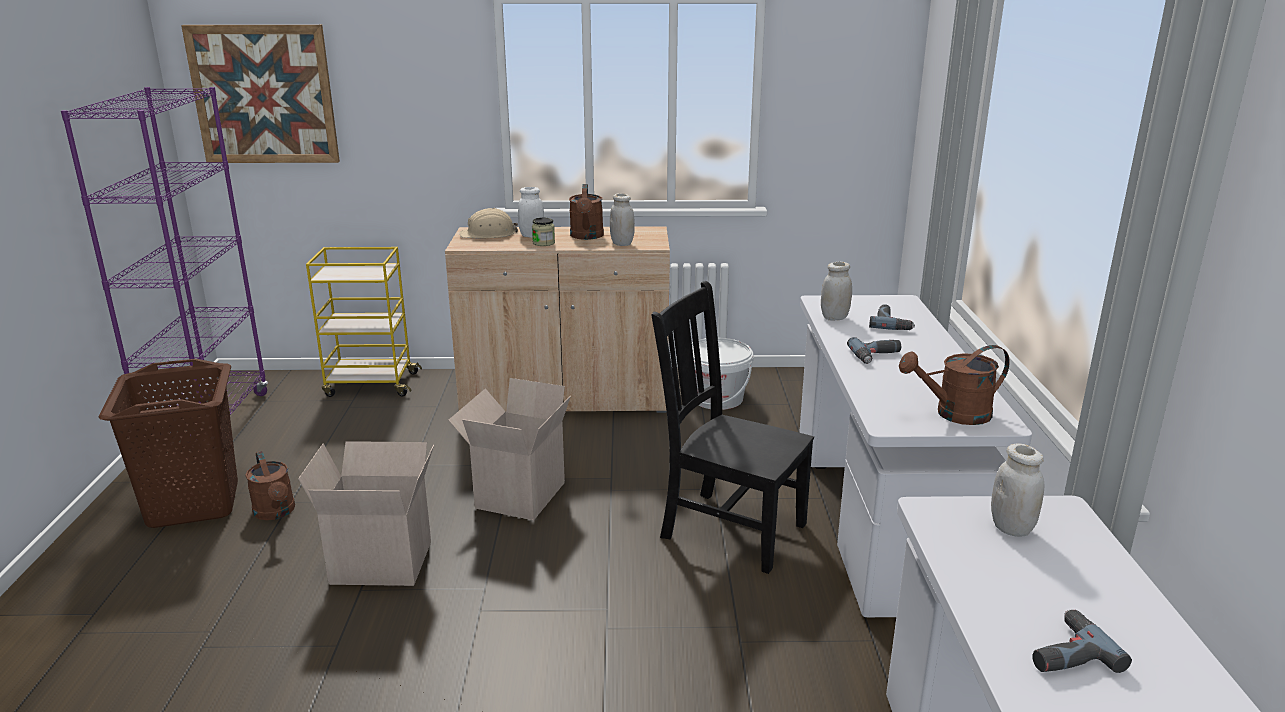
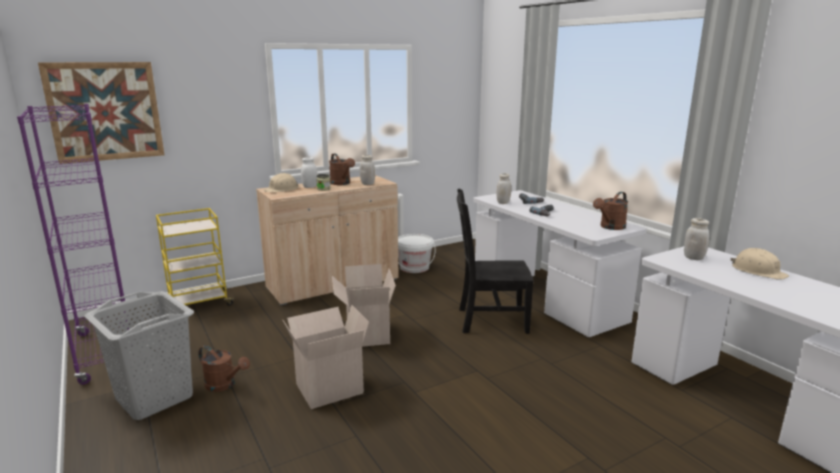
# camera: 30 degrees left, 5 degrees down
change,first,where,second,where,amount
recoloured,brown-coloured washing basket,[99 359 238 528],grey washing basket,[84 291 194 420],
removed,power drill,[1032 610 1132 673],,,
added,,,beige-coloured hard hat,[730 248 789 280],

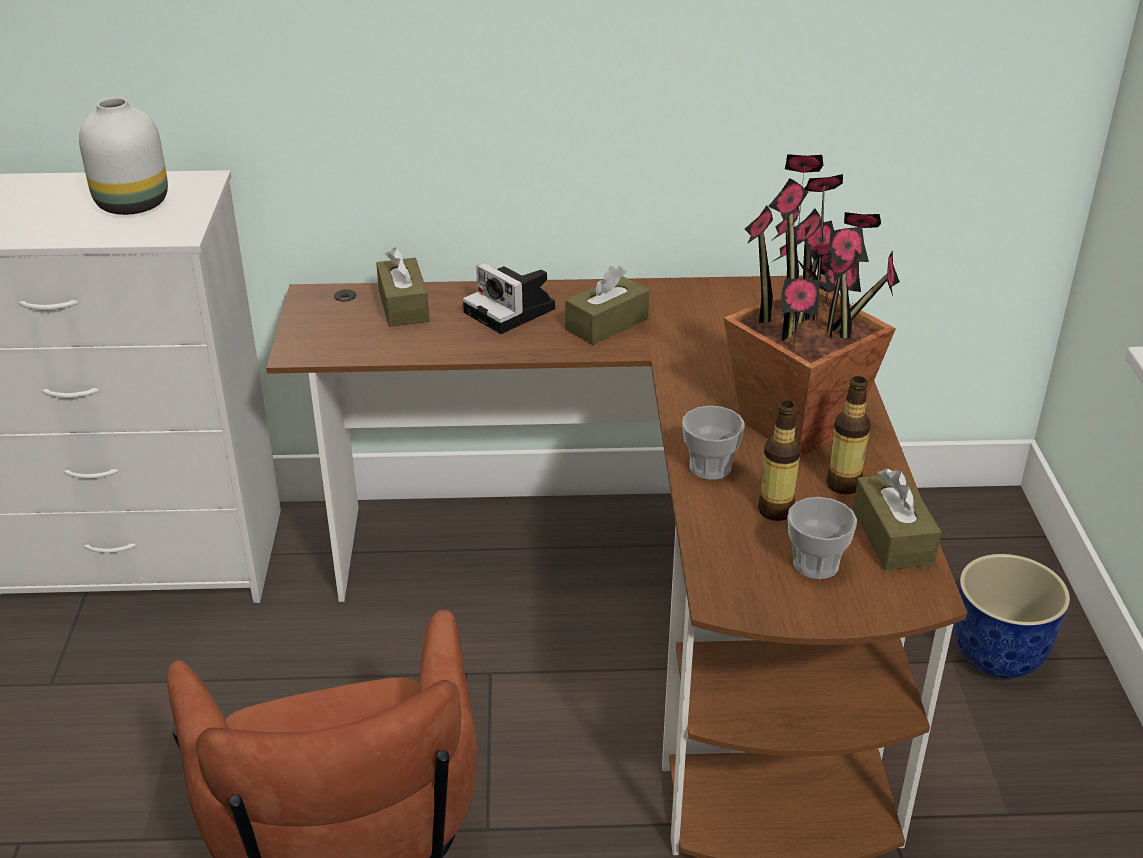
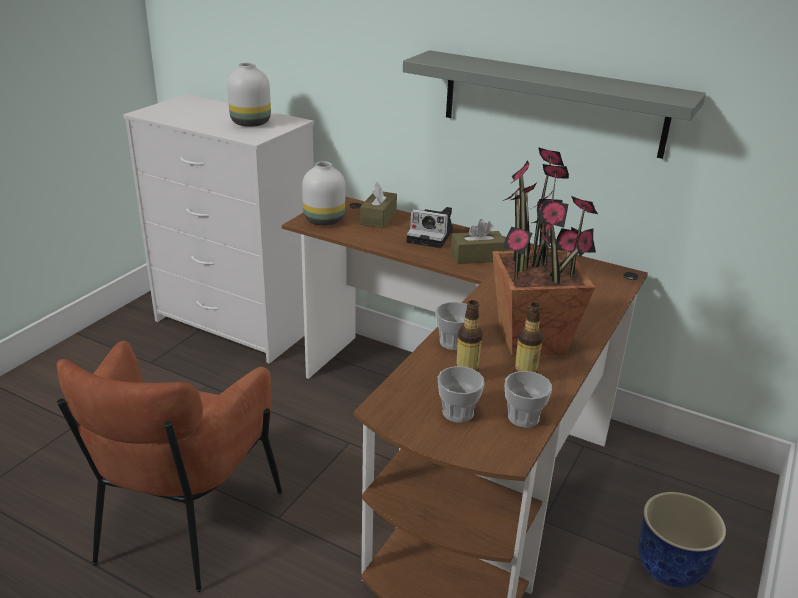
# camera: 30 degrees right, 5 degrees down
change,first,where,second,where,amount
turned,still camera,[463 263 555 334],,[407 207 453 248],60 degrees counterclockwise
replaced,brown-coloured tissue box,[853 469 941 570],cup,[505 371 552 428],
added,,,grey wall shelf,[403 50 706 159],
added,,,white vase,[302 161 345 226],

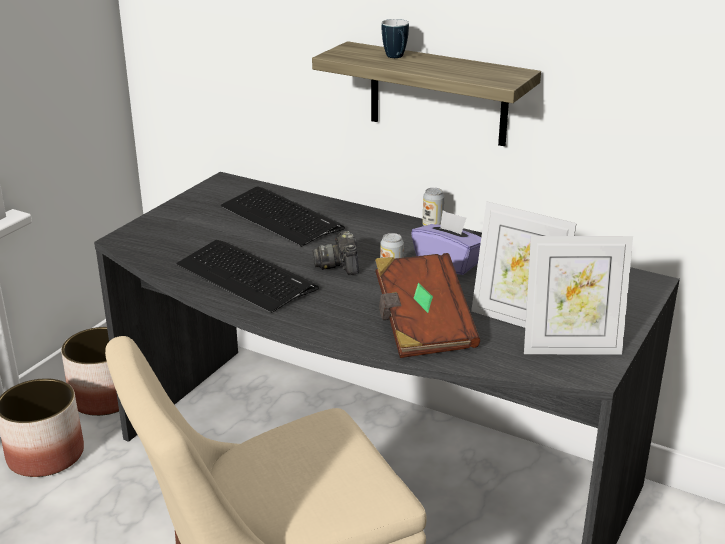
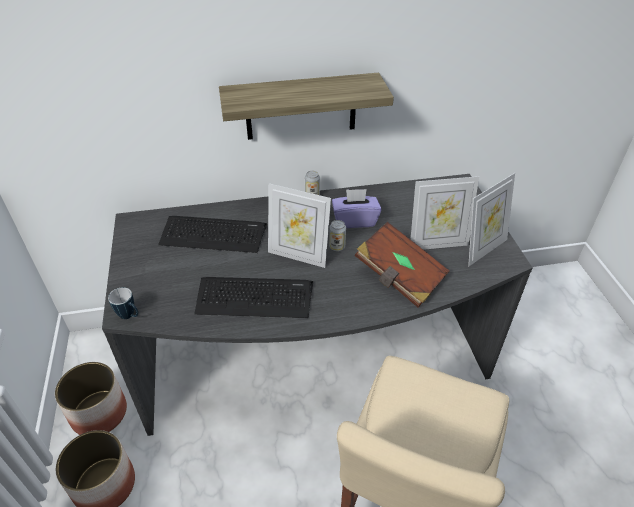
# camera: 40 degrees left, 15 degrees up
change,first,where,second,where,amount
moved,coffee mug,[382 19 409 58],,[108 287 138 319],
replaced,still camera,[313 231 359 275],picture frame,[268 183 331 268],

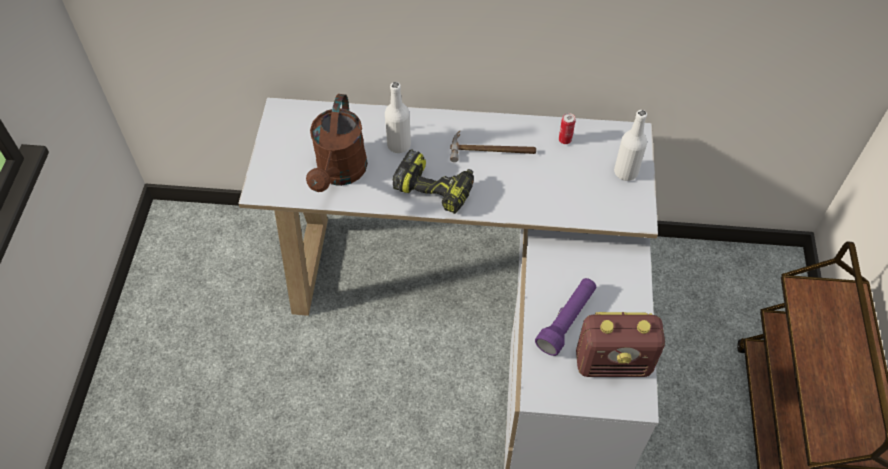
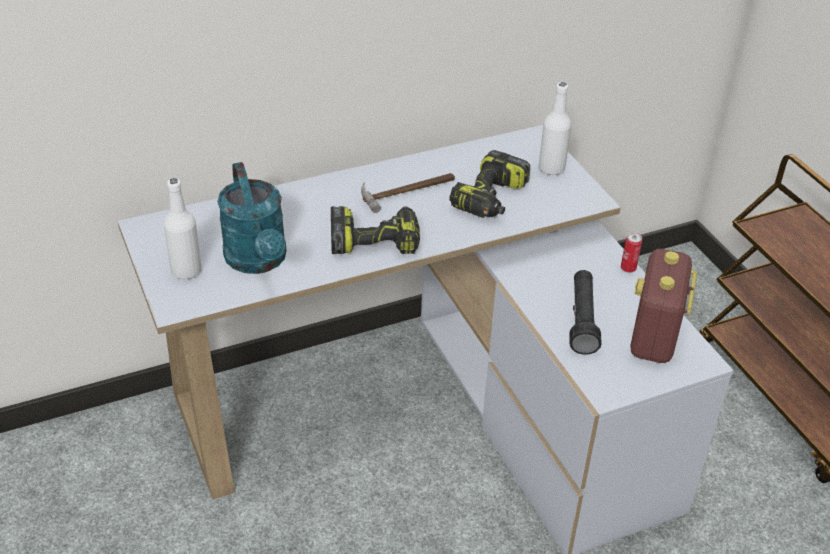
# camera: 30 degrees left, 15 degrees down
change,first,where,second,where,amount
moved,white drink bottle,[385 82 411 153],,[164 178 202 280],
recoloured,brown-coloured watering can,[306 94 368 192],turquoise-coloured watering can,[217 162 286 274],
moved,can,[559 113 576 144],,[621 233 642 273],
recoloured,purple flashlight,[535 278 596 356],black flashlight,[569 270 602 355],
turned,radio,[576 312 665 377],,[630 249 697 363],135 degrees clockwise
added,,,power drill,[449 150 530 218],

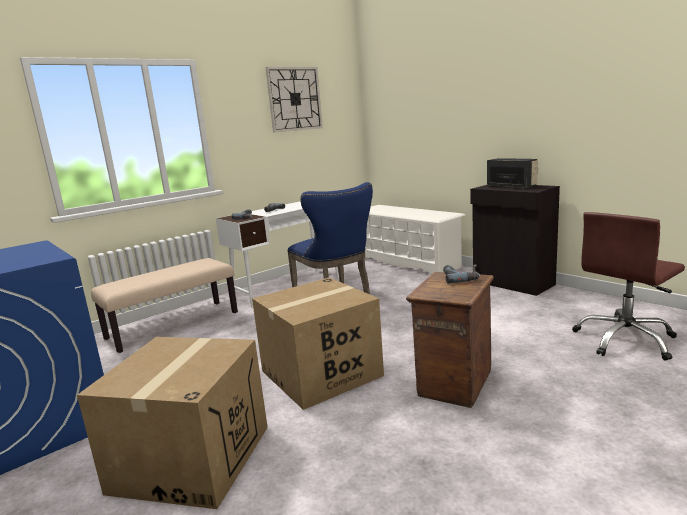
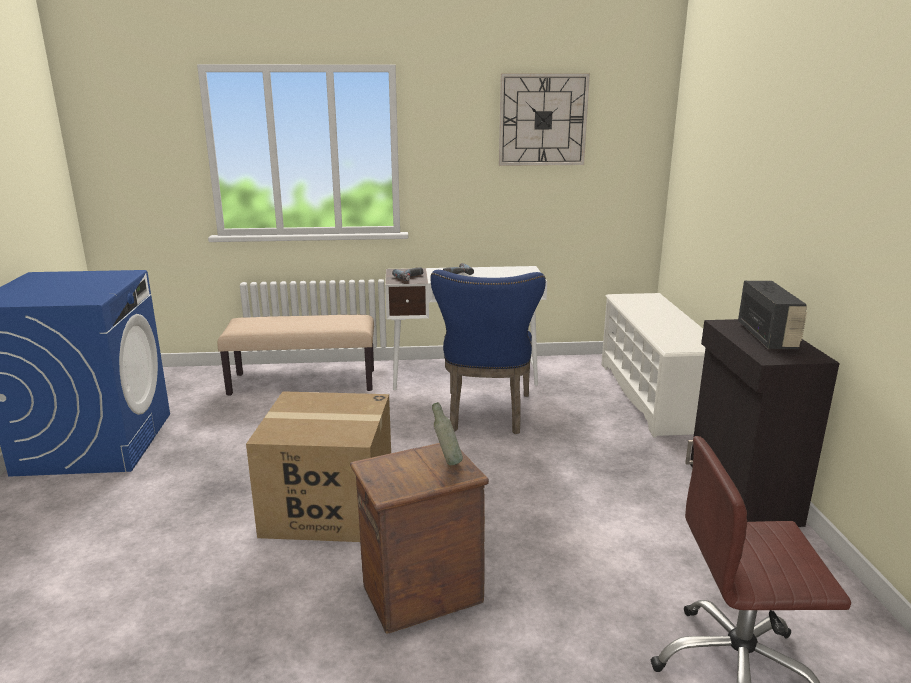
# camera: 35 degrees right, 5 degrees up
change,first,where,second,where,amount
replaced,power drill,[443 265 480 283],grey drink bottle,[432 402 463 465],
removed,packing box,[77 337 268 509],,,

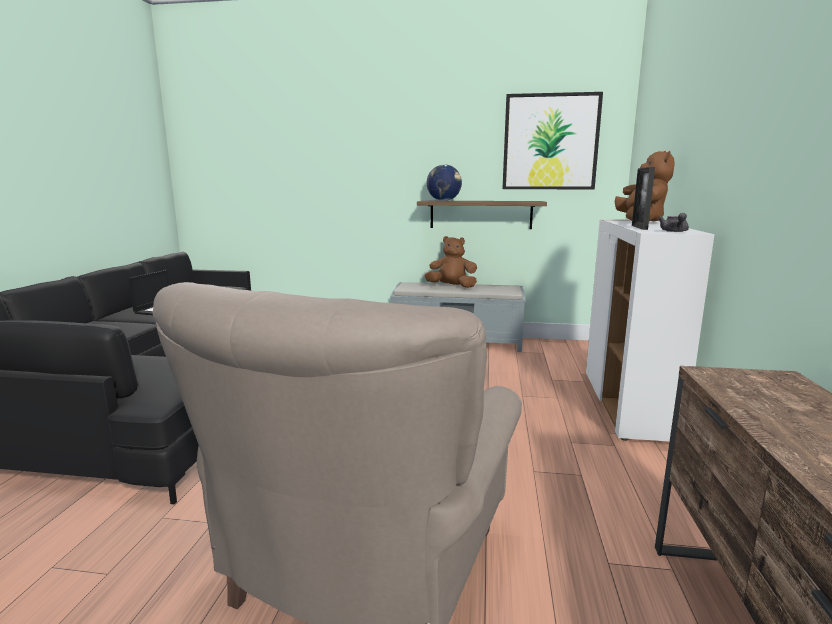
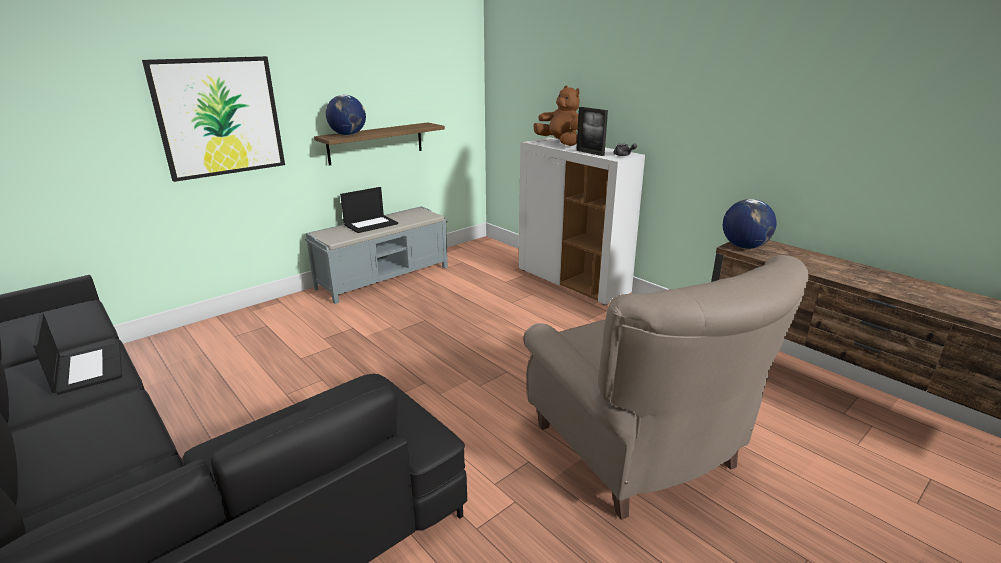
# camera: 50 degrees left, 10 degrees up
change,first,where,second,where,amount
moved,wall art,[502 92 603 189],,[142 56 285 182],
replaced,brown-coloured soft toy,[424 236 477 288],notebook computer,[340 187 398 233],
added,,,world globe,[723 199 777 249],

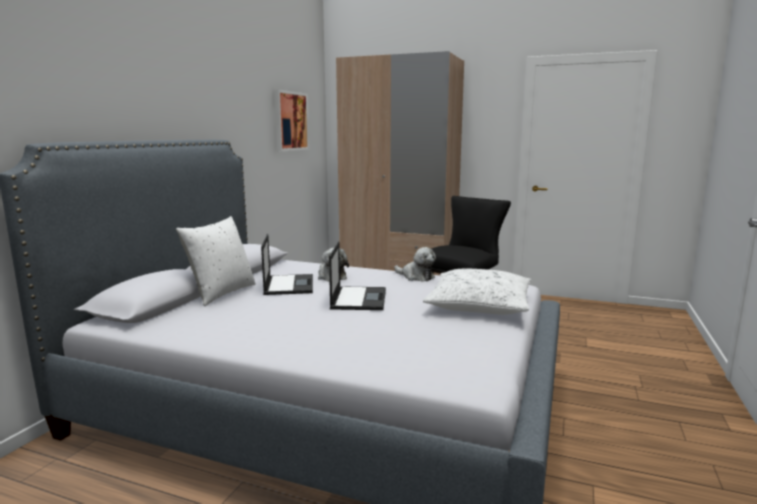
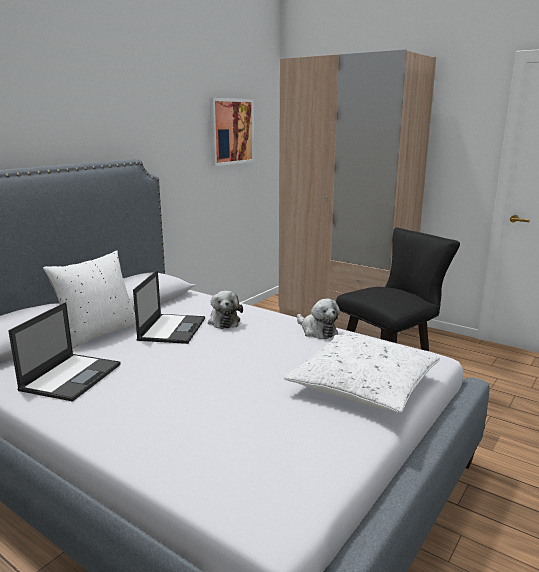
# camera: 15 degrees right, 5 degrees up
change,first,where,second,where,amount
moved,notebook computer,[329 241 386 310],,[8 302 120 402],

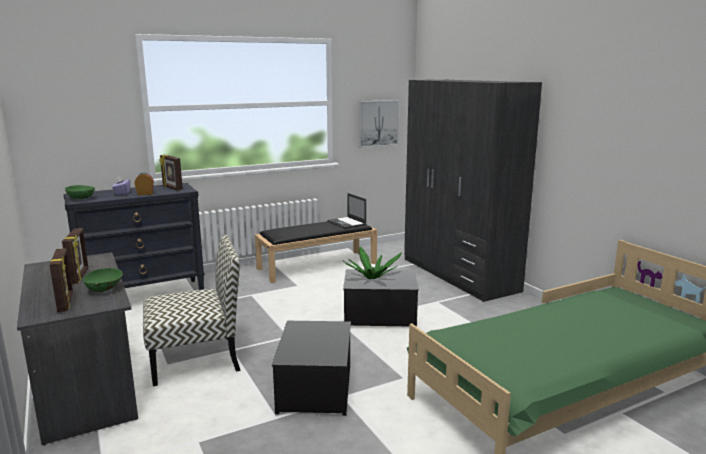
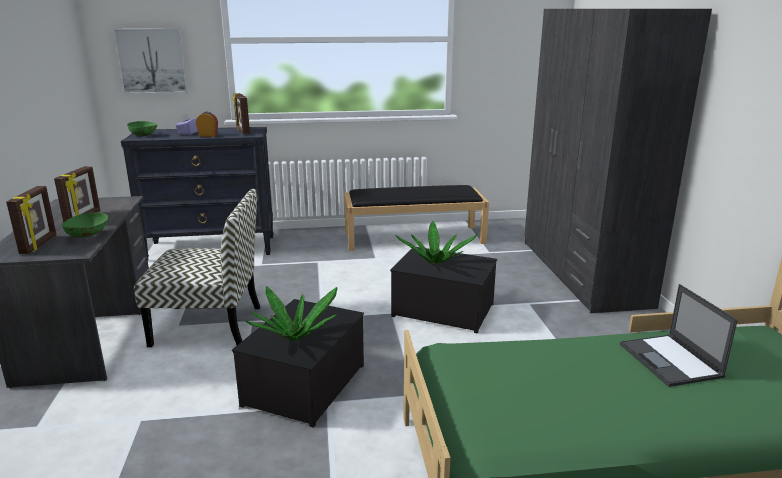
# camera: 20 degrees right, 5 degrees up
change,first,where,second,where,amount
moved,wall art,[358 100 399 148],,[113 28 188 94],
moved,notebook computer,[327 193 367 229],,[620 284 738 387],
added,,,potted plant,[244 286 337 341],

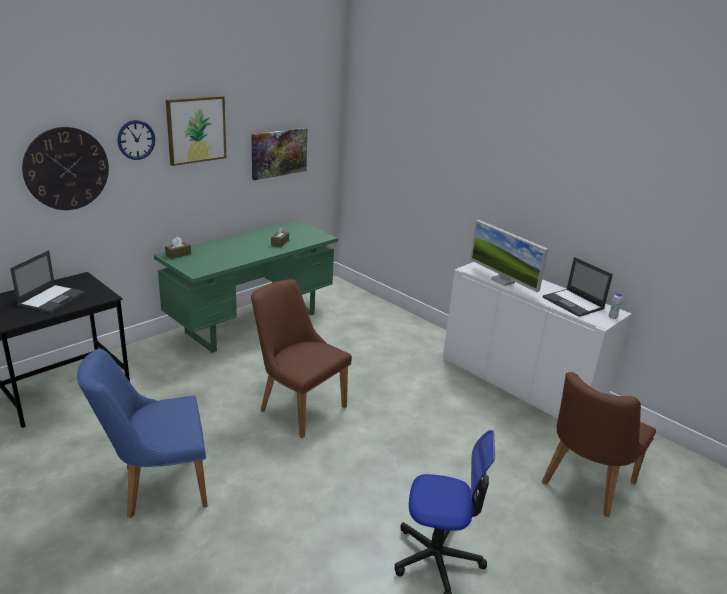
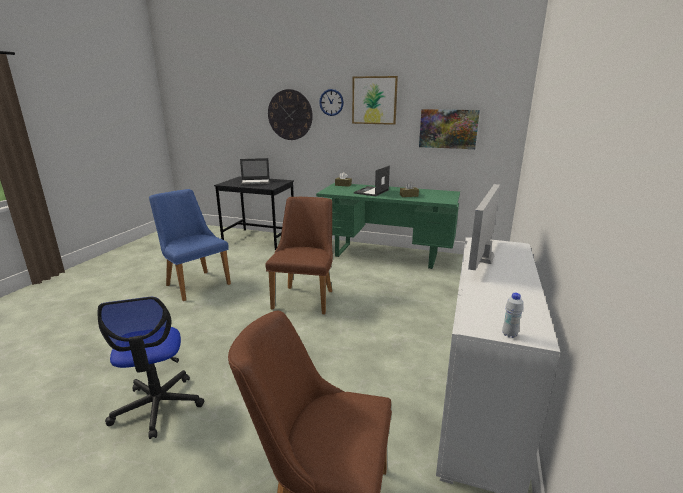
# camera: 65 degrees right, 5 degrees down
change,first,where,second,where,amount
moved,notebook computer,[543 257 613 317],,[354 166 390 196],

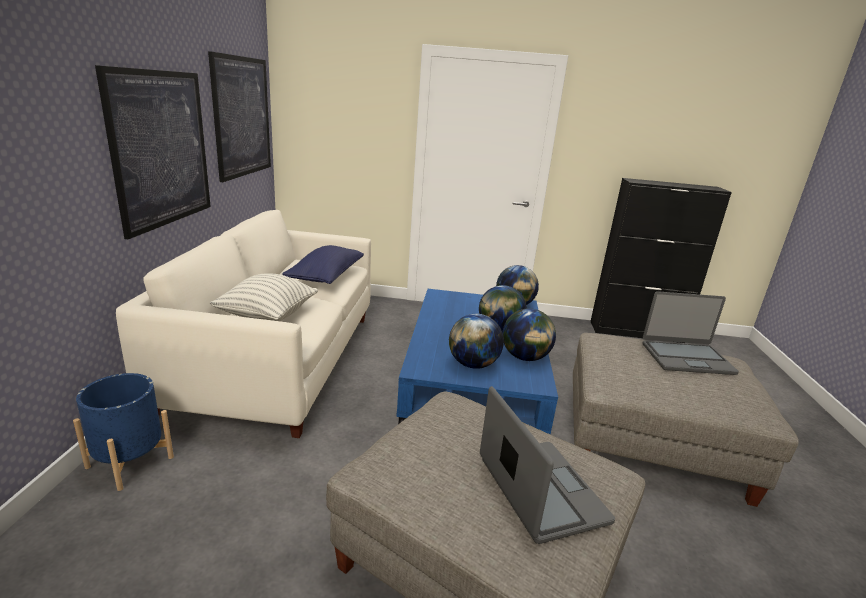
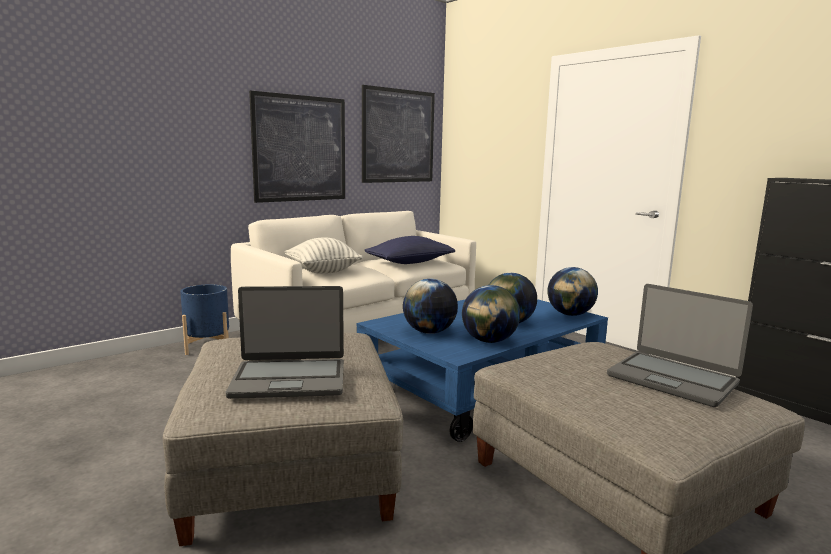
# camera: 45 degrees right, 10 degrees down
change,first,where,second,where,amount
turned,notebook computer,[480 386 615 544],,[226 286 344 399],60 degrees clockwise

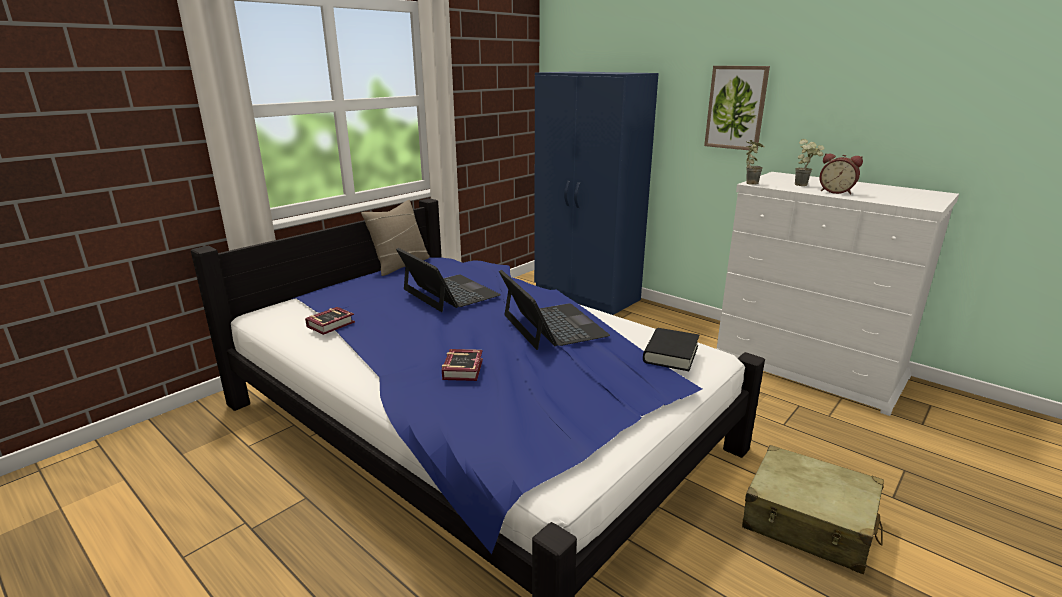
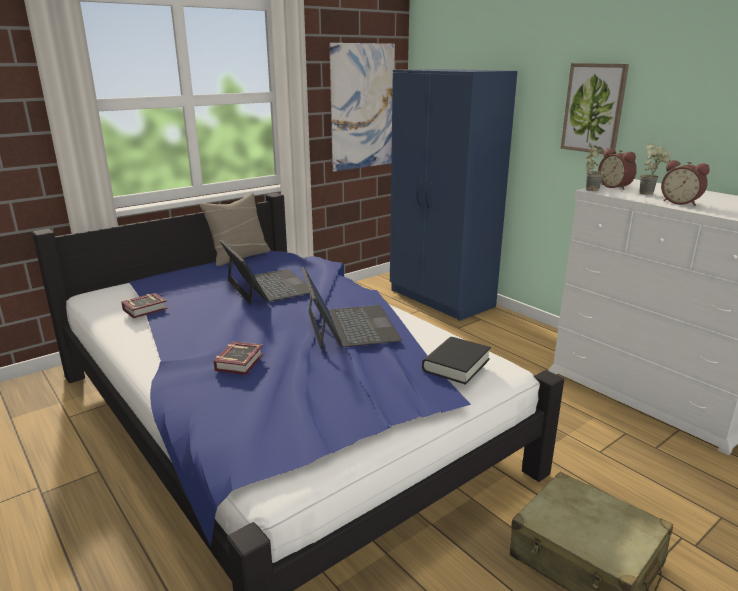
# camera: 10 degrees right, 0 degrees up
change,first,where,second,where,amount
added,,,wall art,[330 43 395 172],
added,,,table clock,[598 148 637 190],

